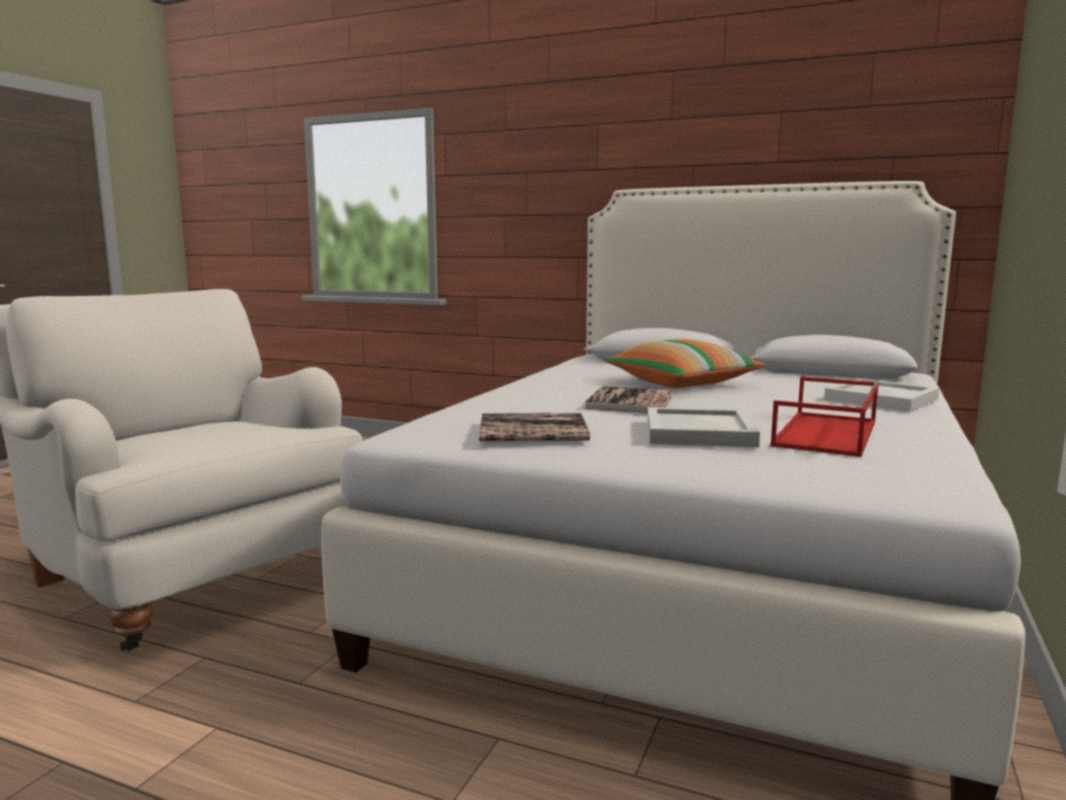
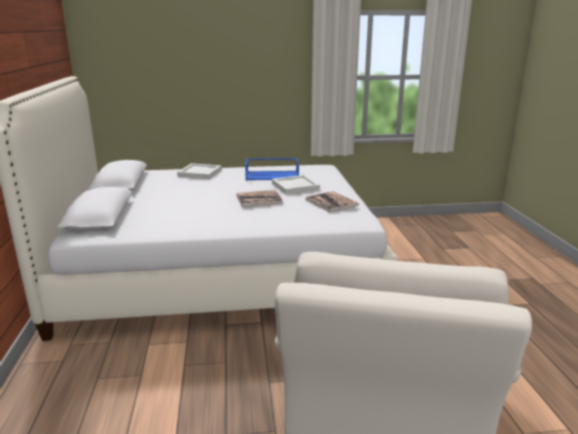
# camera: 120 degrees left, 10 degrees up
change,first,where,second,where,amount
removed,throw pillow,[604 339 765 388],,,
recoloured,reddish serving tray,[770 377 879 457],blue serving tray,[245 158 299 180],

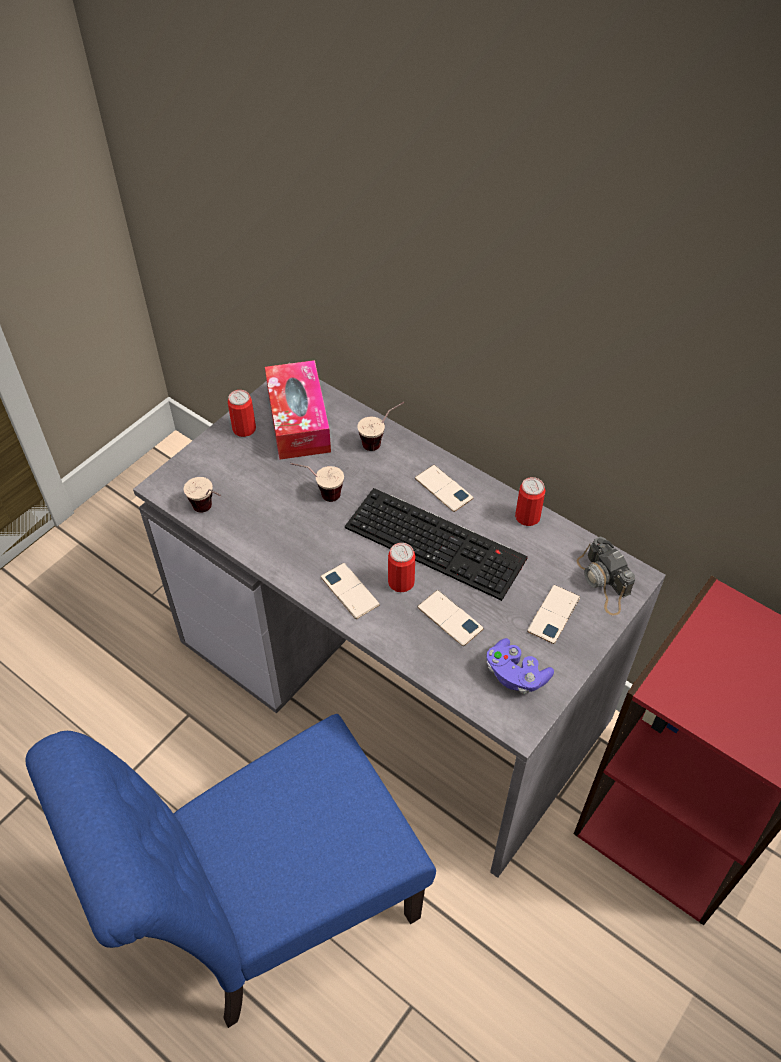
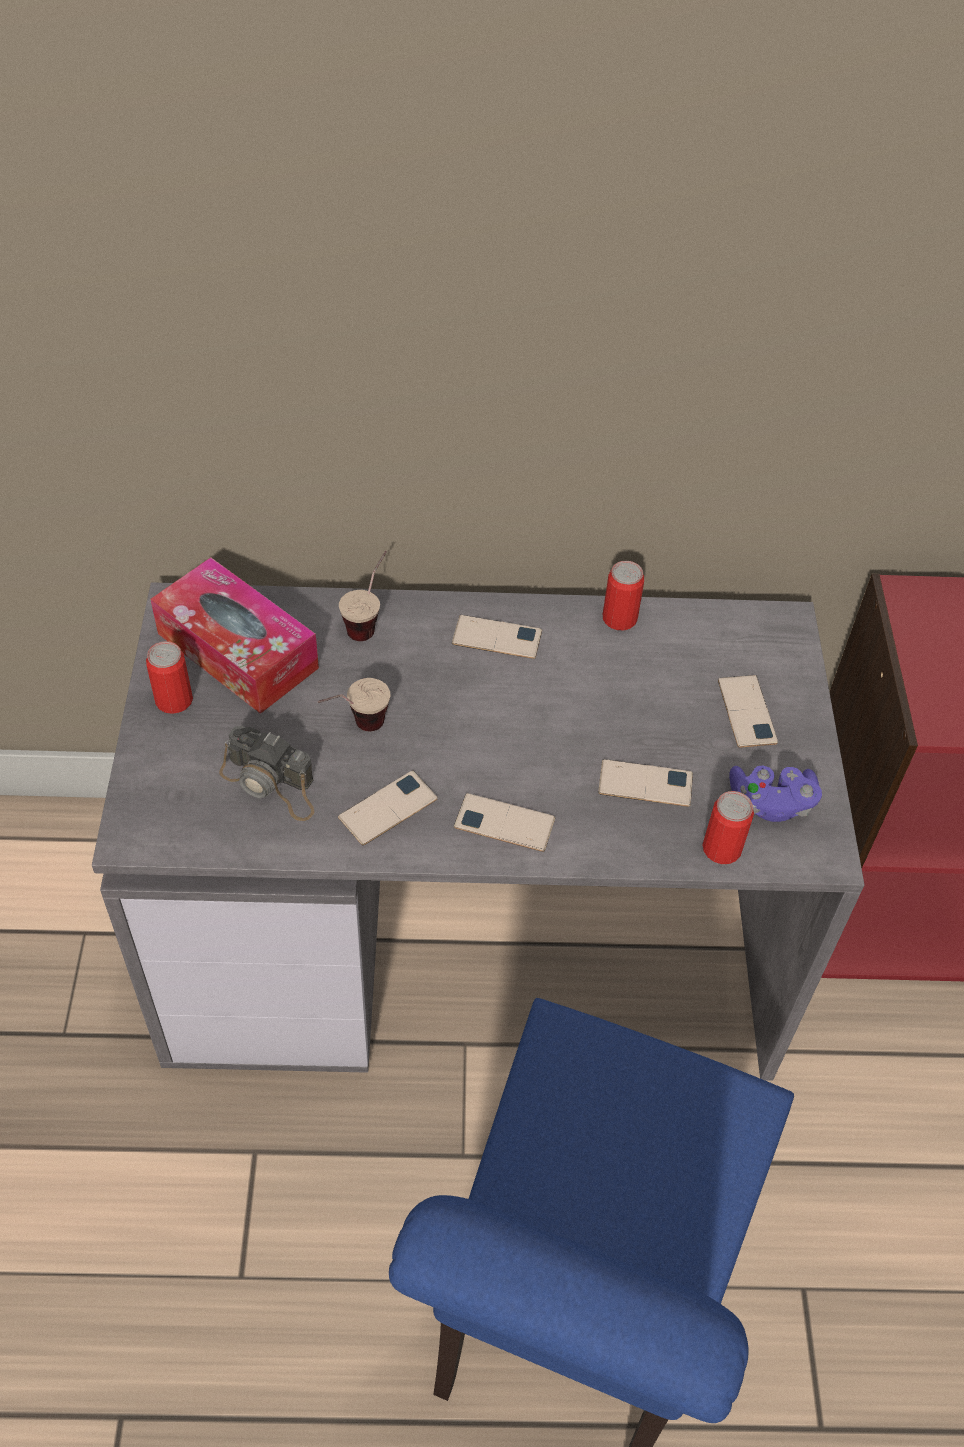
# camera: 40 degrees left, 0 degrees up
change,first,where,second,where,amount
removed,cup,[184 477 221 513],,,
removed,PC keyboard,[345 488 528 601],,,
moved,still camera,[577 536 635 616],,[219 726 314 821],
moved,can,[388 543 415 592],,[702 791 754 864],
added,,,telephone,[338 771 438 845],

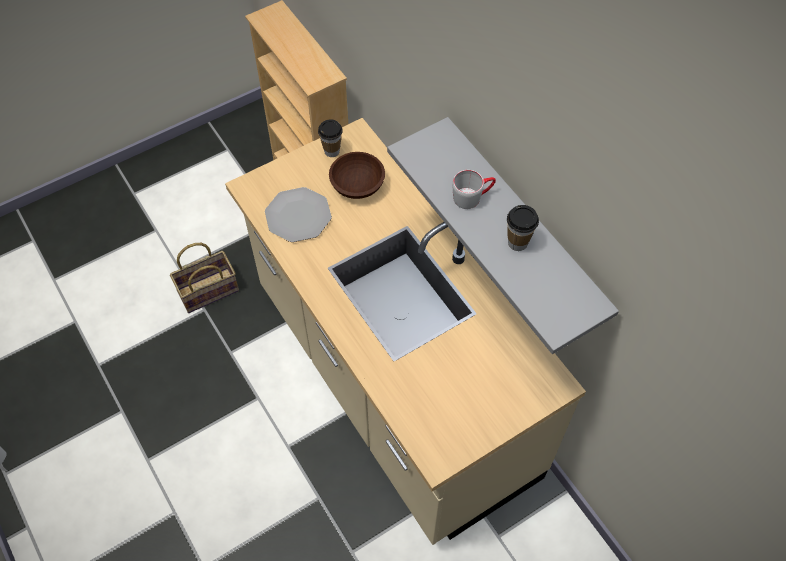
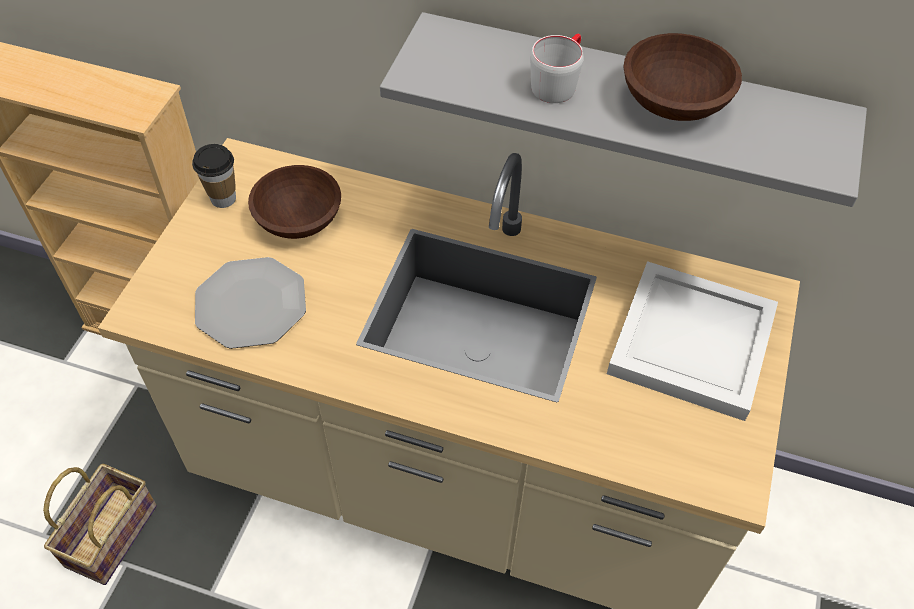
# camera: 40 degrees left, 5 degrees down
change,first,where,second,where,amount
replaced,cup,[507 205 539 251],brown-coloured deep dish,[623 33 742 121],
added,,,white serving tray,[607 261 778 421],

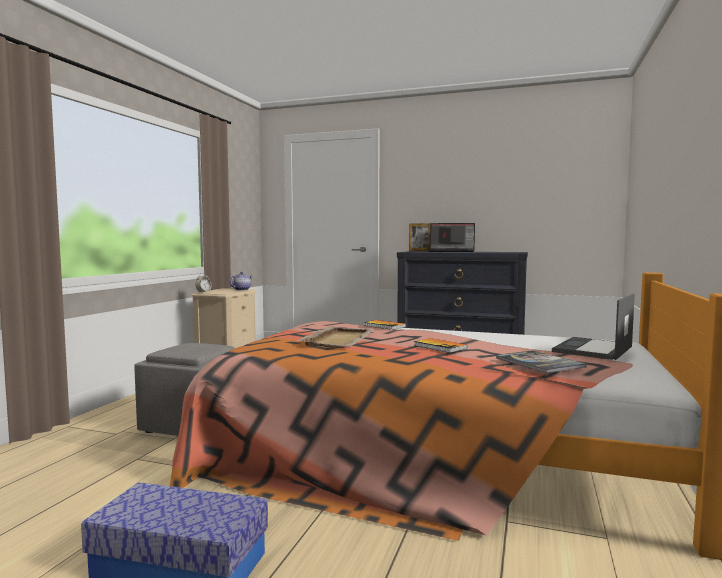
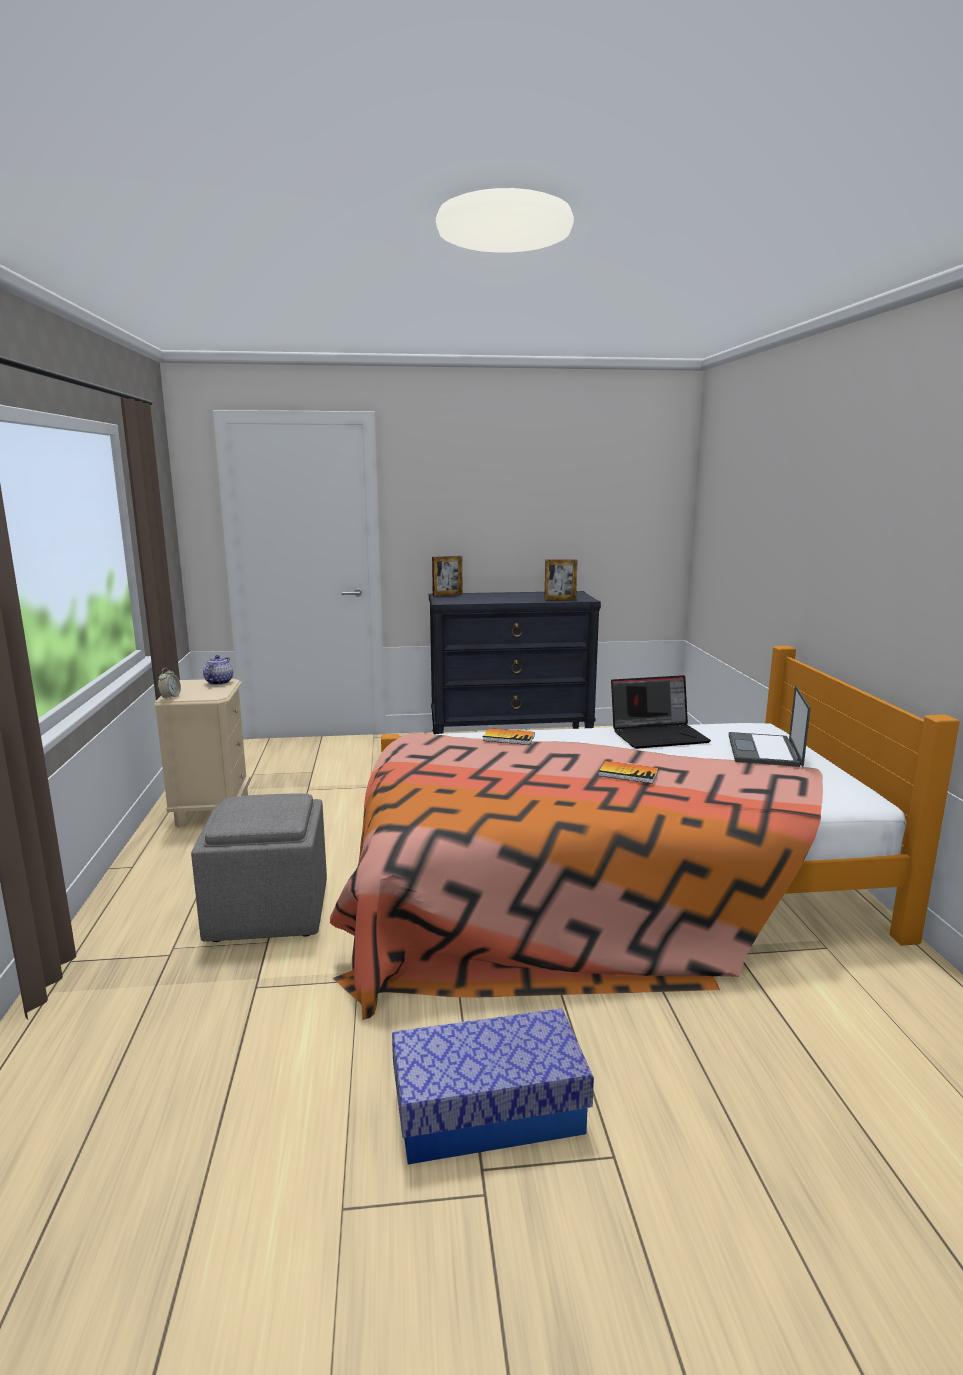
# camera: 25 degrees left, 10 degrees up
change,first,where,second,where,amount
moved,notebook computer,[427 223 475 252],,[611 675 711 749],
removed,beige-coloured serving tray,[297 326 374 348],,,
removed,bound book,[496 351 587 373],,,
added,,,picture frame,[544 560 577 600],

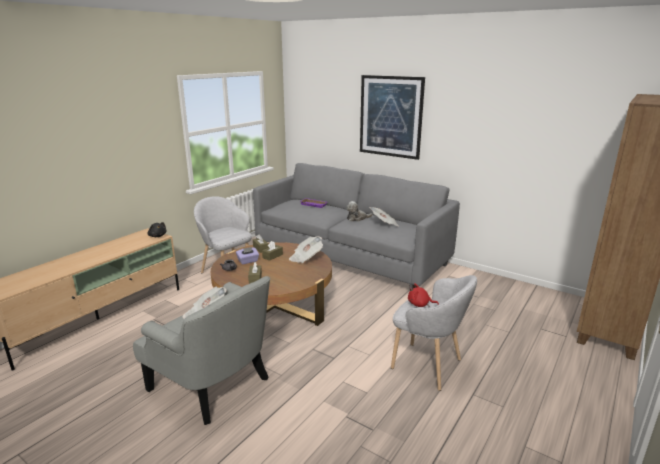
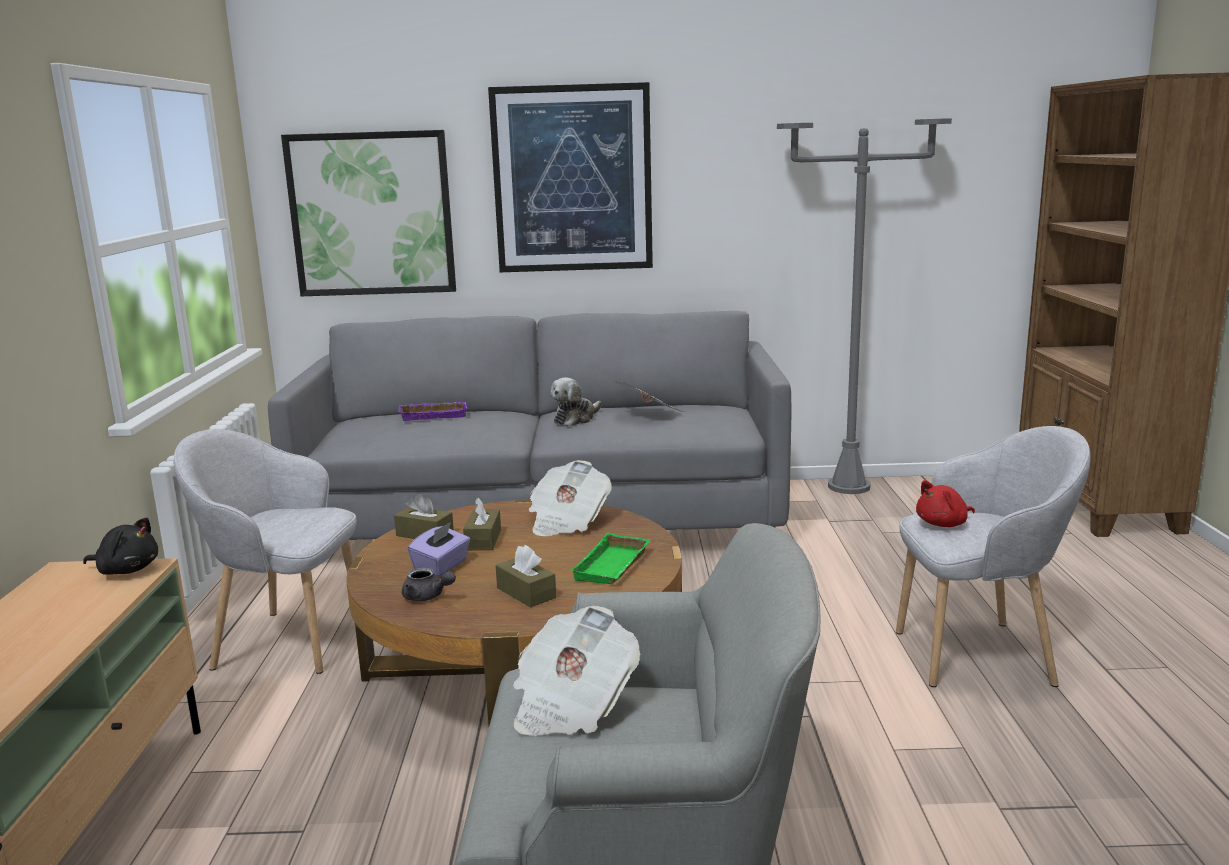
# camera: 35 degrees left, 5 degrees down
change,first,where,second,where,amount
added,,,grey standard lamp,[777 118 952 494],
added,,,wall art,[281 130 456 296],
added,,,green-coloured serving tray,[571 532 651 584],

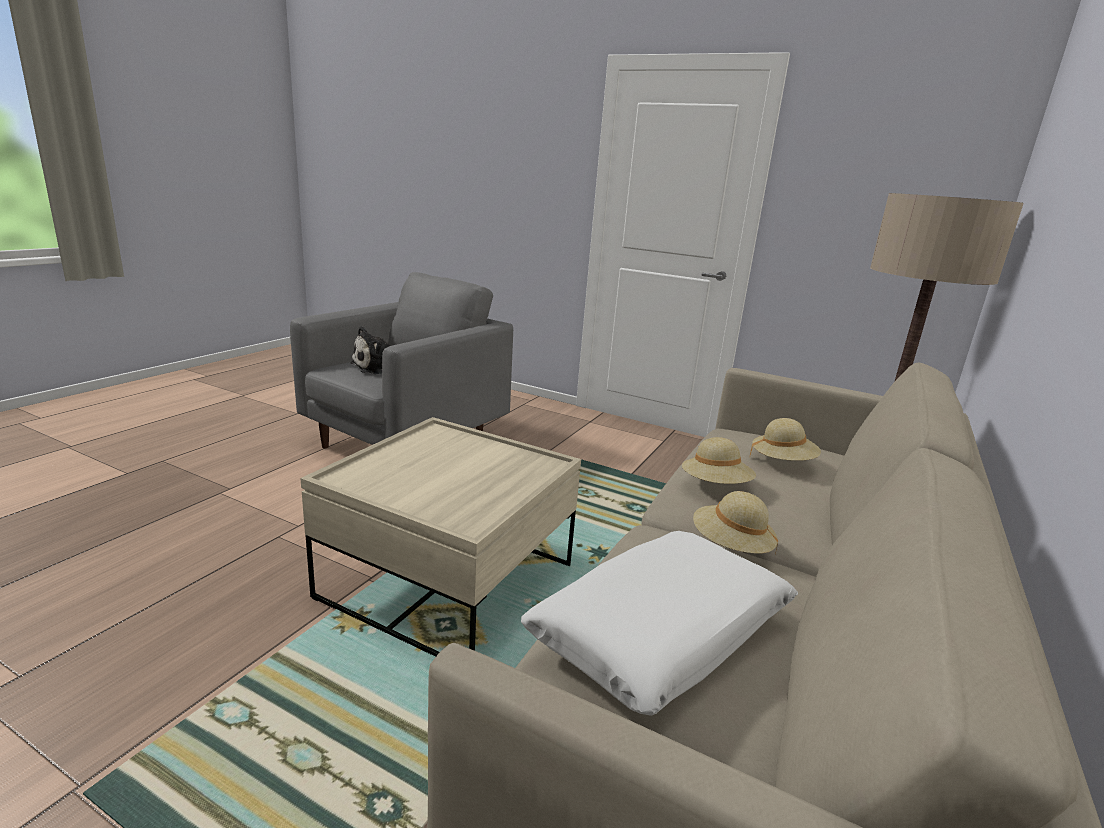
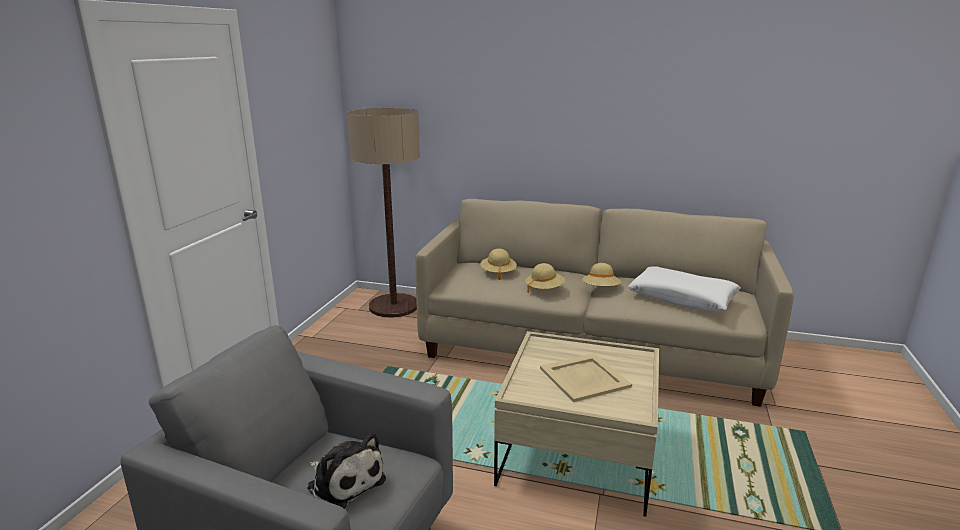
# camera: 100 degrees left, 0 degrees up
change,first,where,second,where,amount
added,,,beige-coloured serving tray,[540 353 632 402],

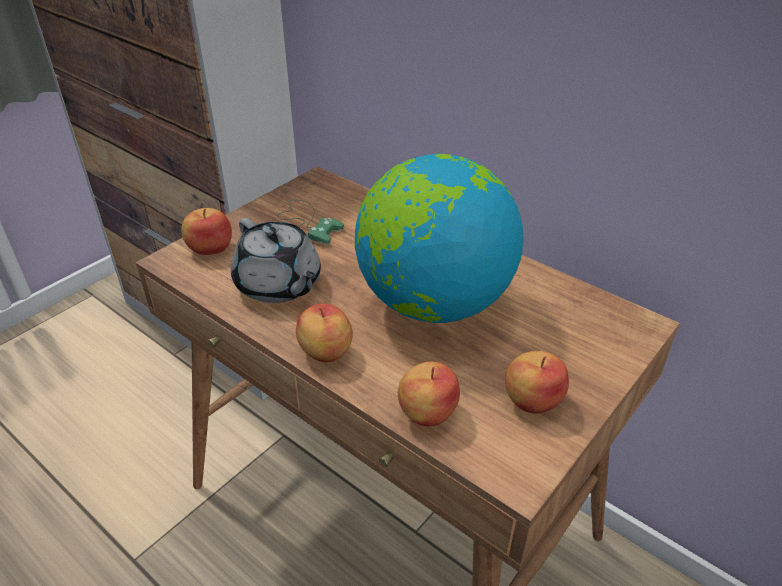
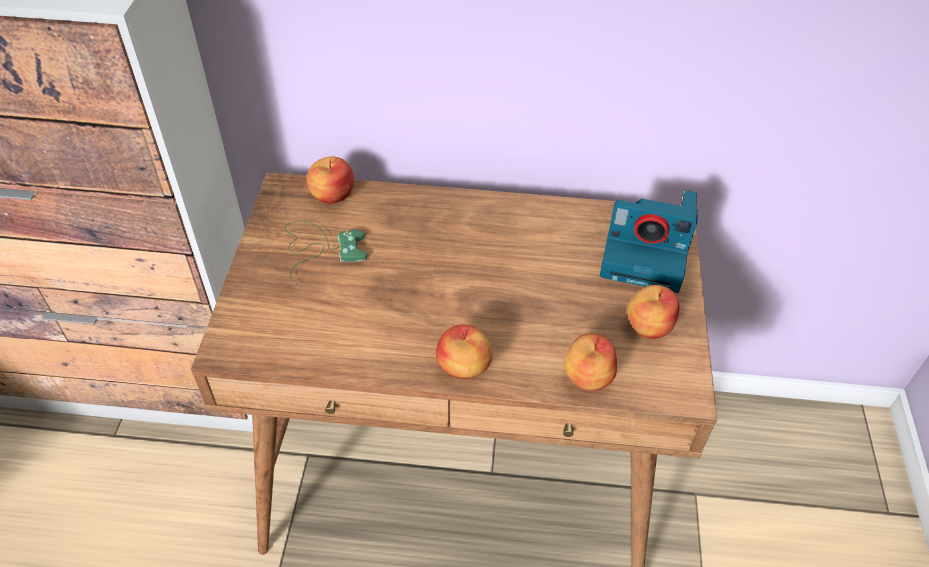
# camera: 35 degrees left, 10 degrees up
change,first,where,second,where,amount
removed,world globe,[355 154 524 323],,,
moved,apple,[181 208 232 255],,[307 157 354 204],
removed,grey pot for tea,[231 218 321 303],,,
added,,,still camera,[600 190 698 293],

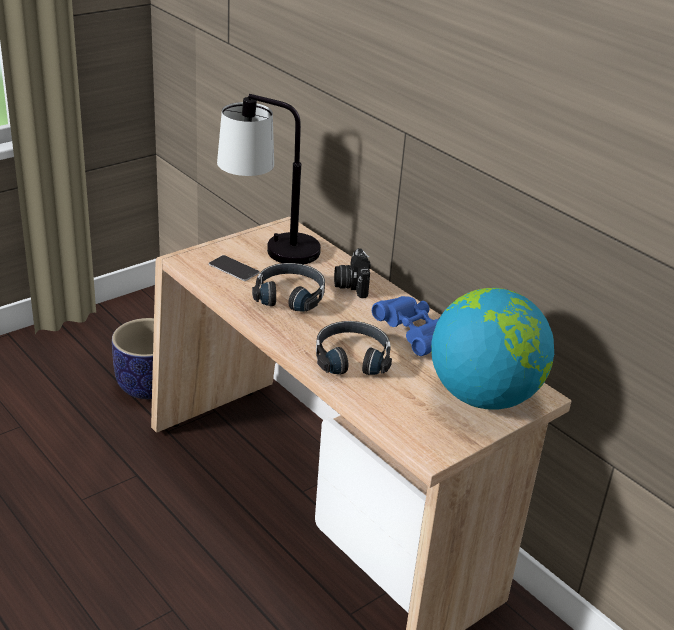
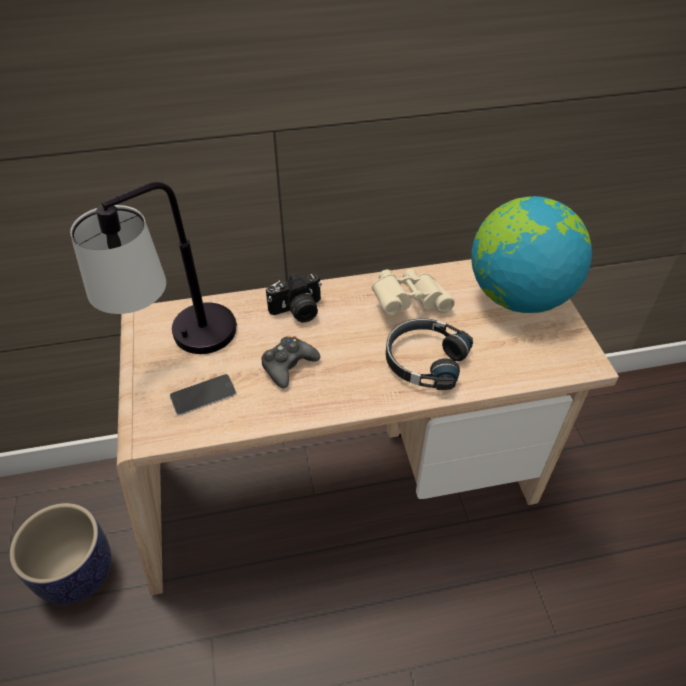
# camera: 60 degrees left, 15 degrees up
change,first,where,second,where,amount
turned,still camera,[334 248 371 298],,[266 273 322 323],45 degrees counterclockwise
replaced,black headphones,[252 263 325 312],black gamepad,[261 336 320 389],
recoloured,blue field glasses,[372 296 440 356],beige-coloured field glasses,[372 269 455 316],

